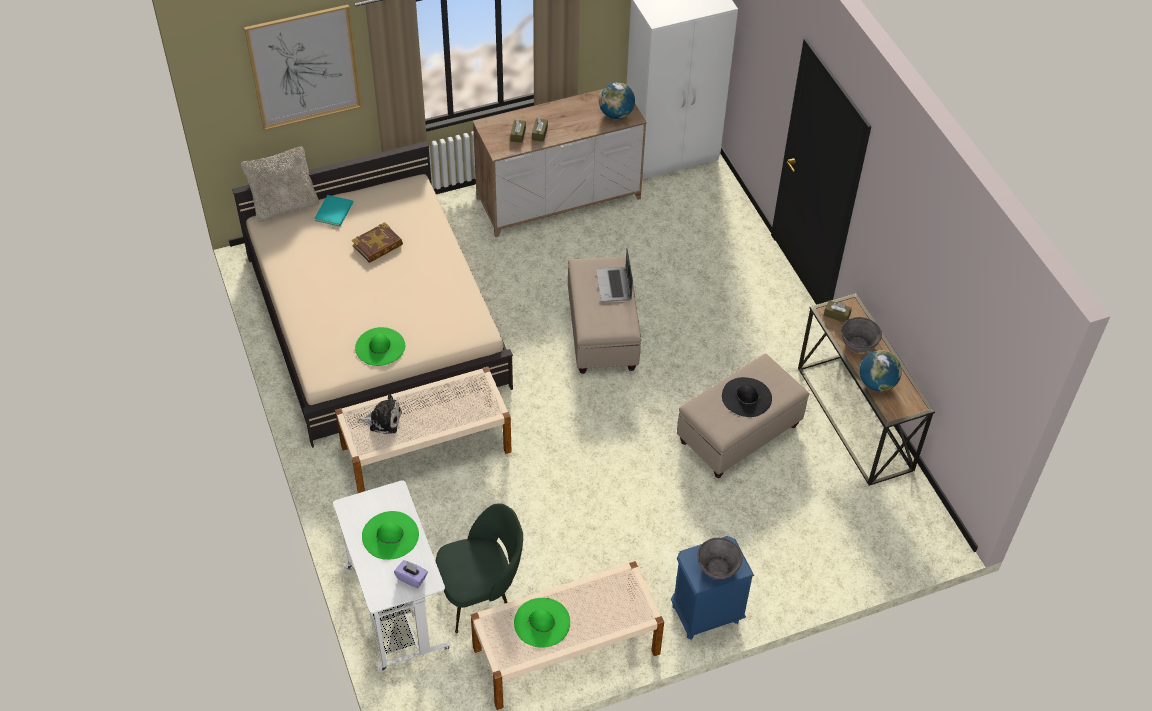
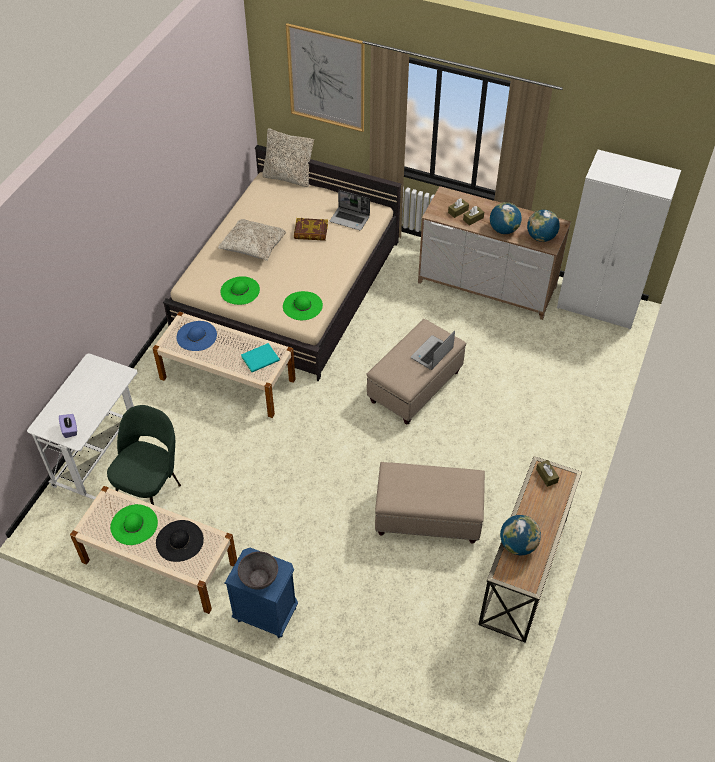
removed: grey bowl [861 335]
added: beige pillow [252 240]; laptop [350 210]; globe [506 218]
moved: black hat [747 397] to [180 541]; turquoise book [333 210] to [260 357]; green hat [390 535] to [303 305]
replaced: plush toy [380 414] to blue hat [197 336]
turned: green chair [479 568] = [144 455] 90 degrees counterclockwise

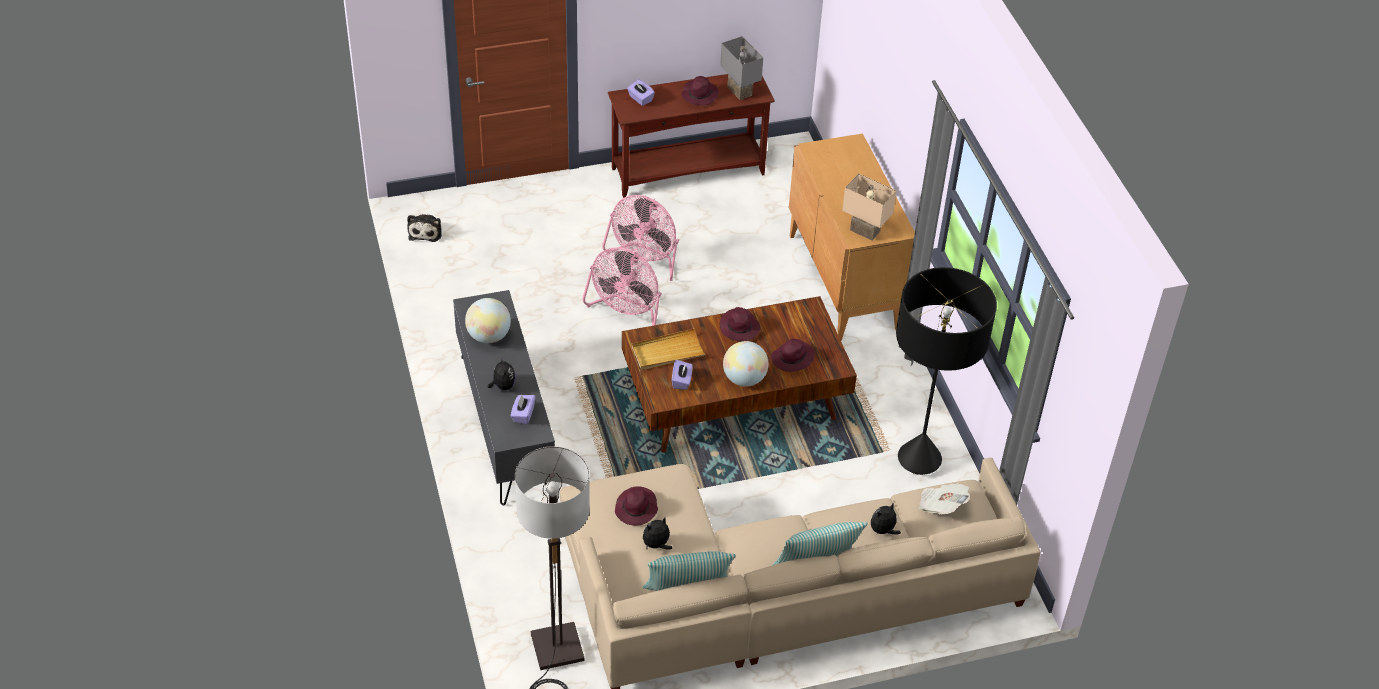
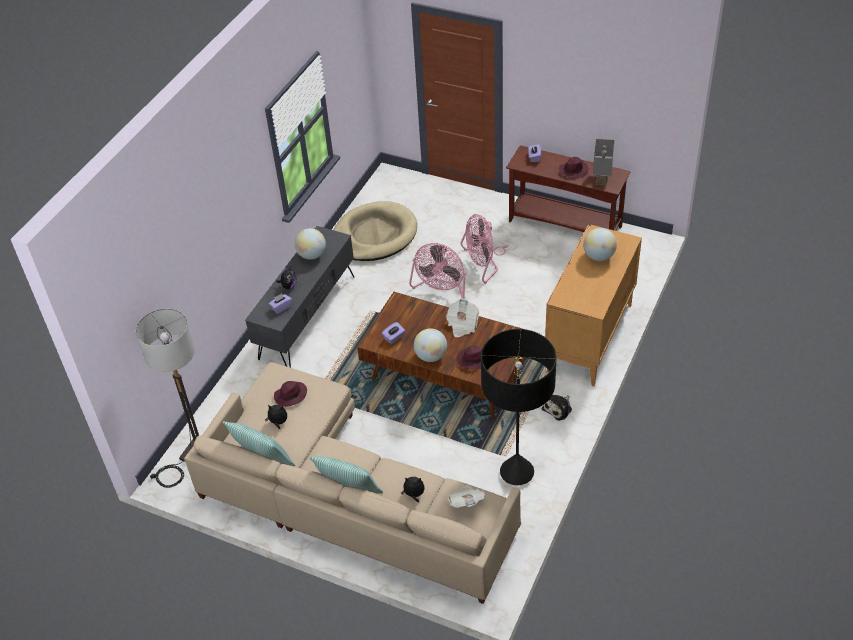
removed: beige tray [669 349]; beige table lamp [869 207]
added: beige dog bed [375 231]; globe [600 244]
moved: plush toy [424 228] to [556 408]
replaced: purple hat [740 324] to newspaper [462 317]
turned: pink fan [621 286] = [437 270] 45 degrees counterclockwise

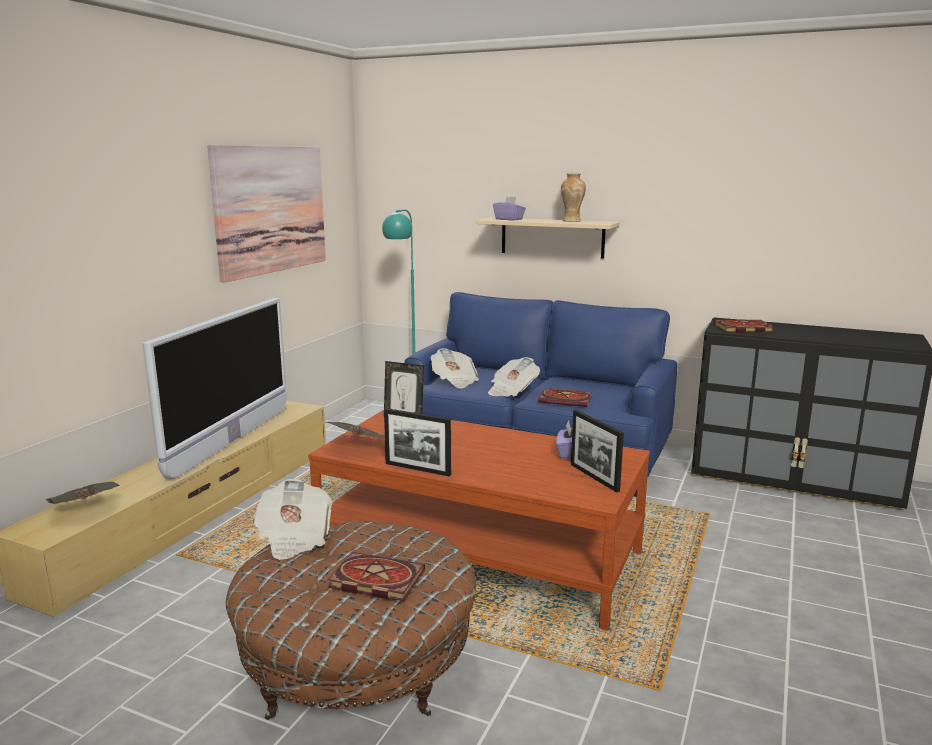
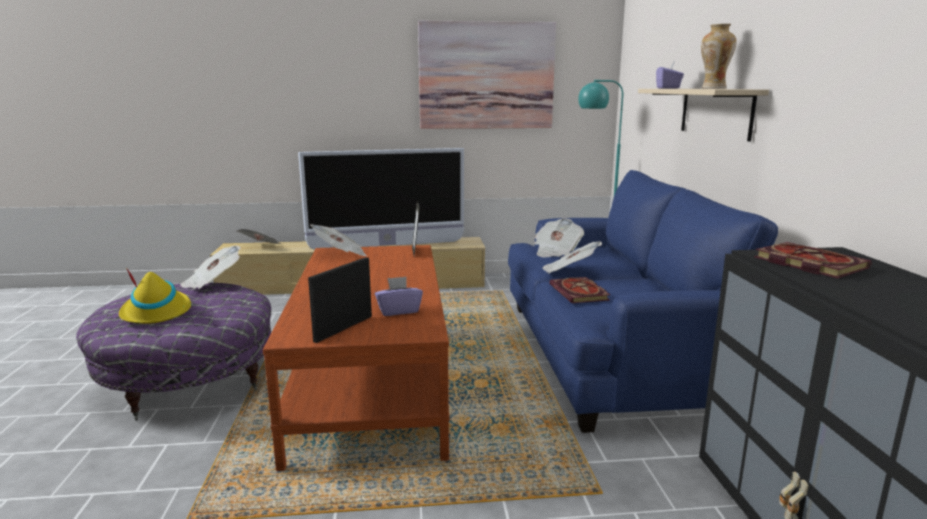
removed: picture frame [417 442]
replaced: book [376 576] to yellow hat [155 296]
recoloured: brown ottoman [351 620] to purple ottoman [173 352]

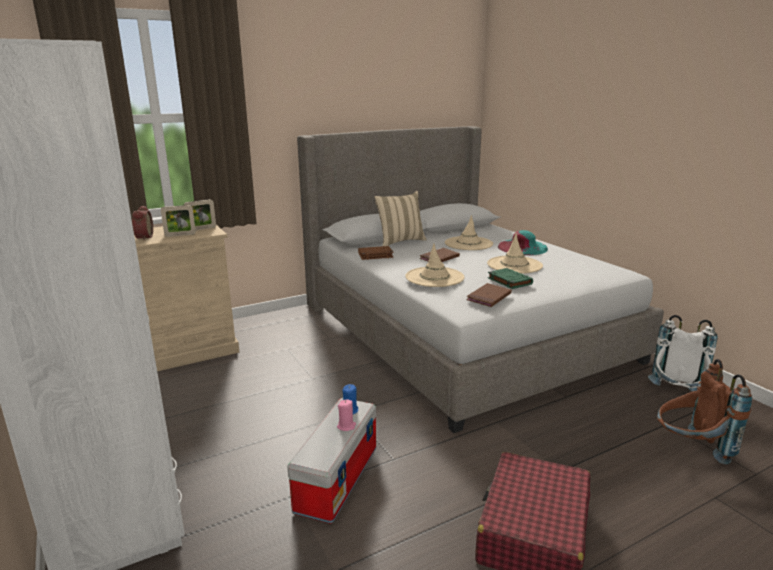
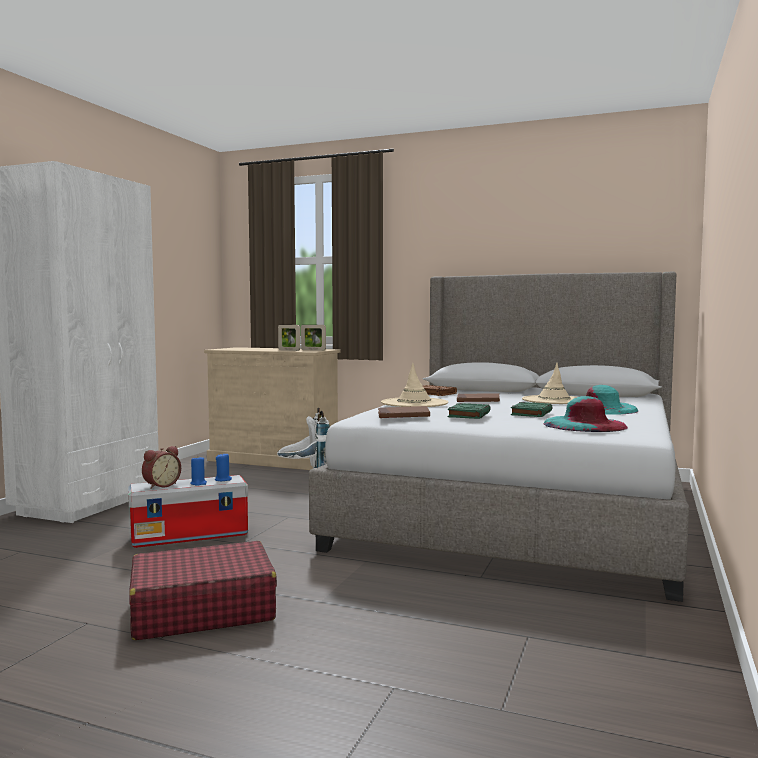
removed: beige pillow [400 218]; brown backpack [705 411]
added: turquoise hat [586 414]
moved: alarm clock [142 223] to [161 467]; white backpack [683 353] to [303 438]
replaced: beige hat [515 253] to green book [532 409]
recoloured: pink candle [346 415] to blue candle [198 471]

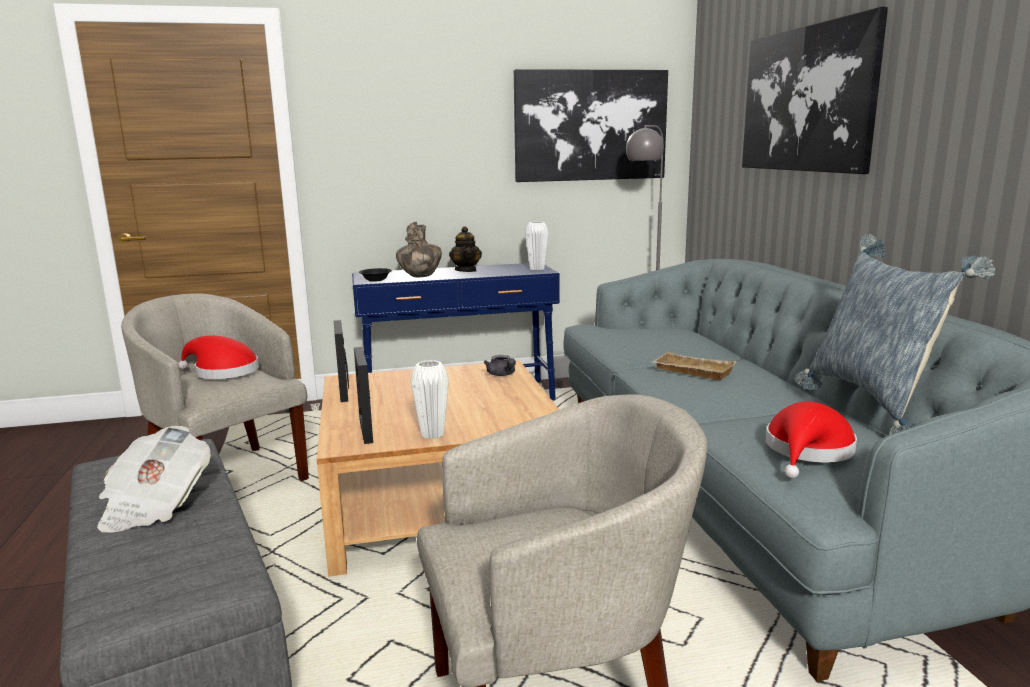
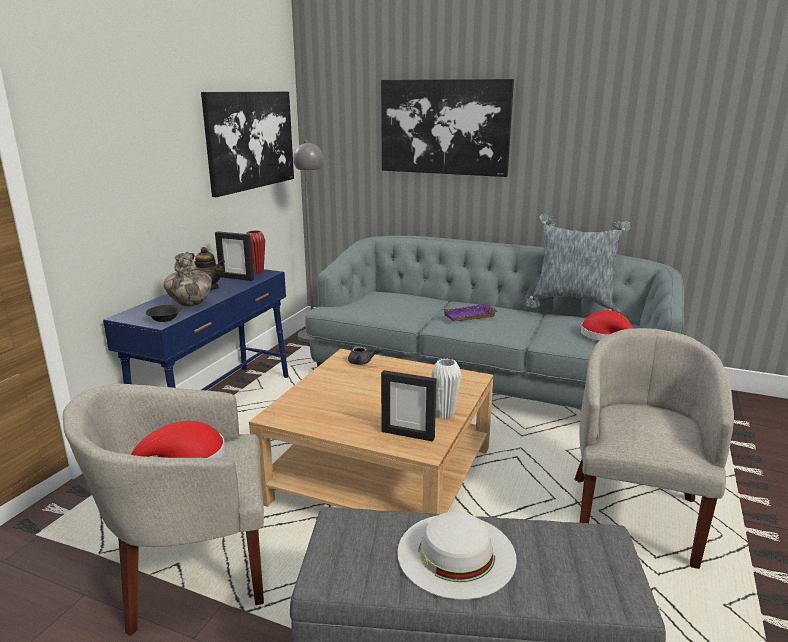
moved: picture frame [341 361] to [234 256]
replaced: newspaper [154 479] to white hat [457 556]
recoloured: white vase [537 246] to red vase [255 252]; beige tray [694 366] to purple tray [470 312]

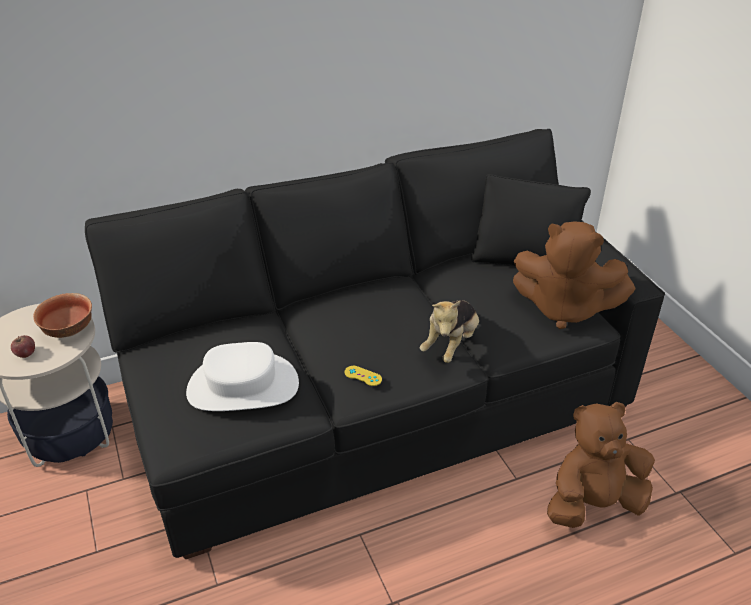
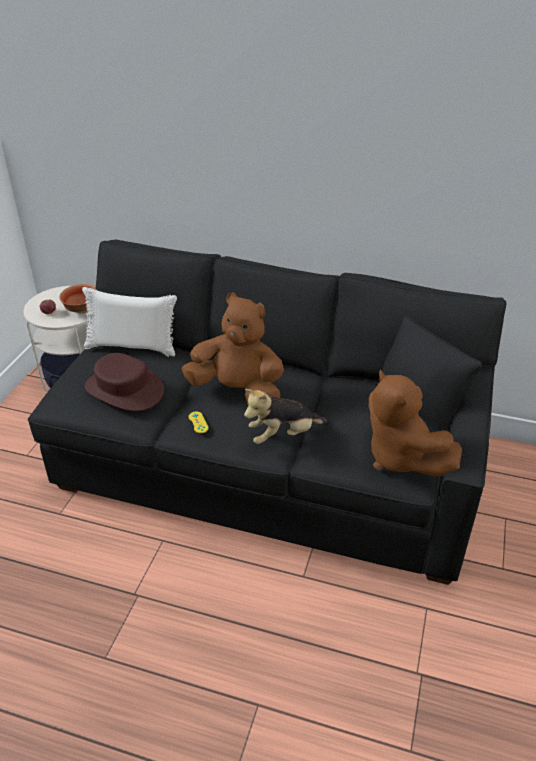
added: white pillow [129 322]
moved: brown plush toy [601 465] to [233 349]
recoloured: white hat [242 376] to brown hat [124 382]

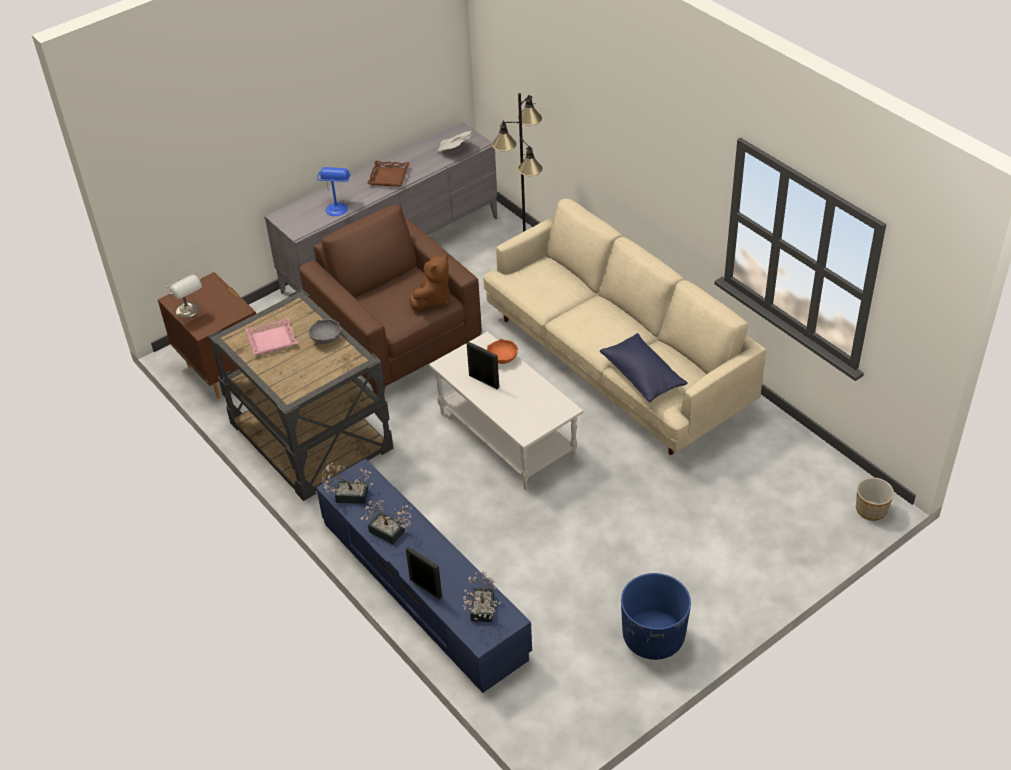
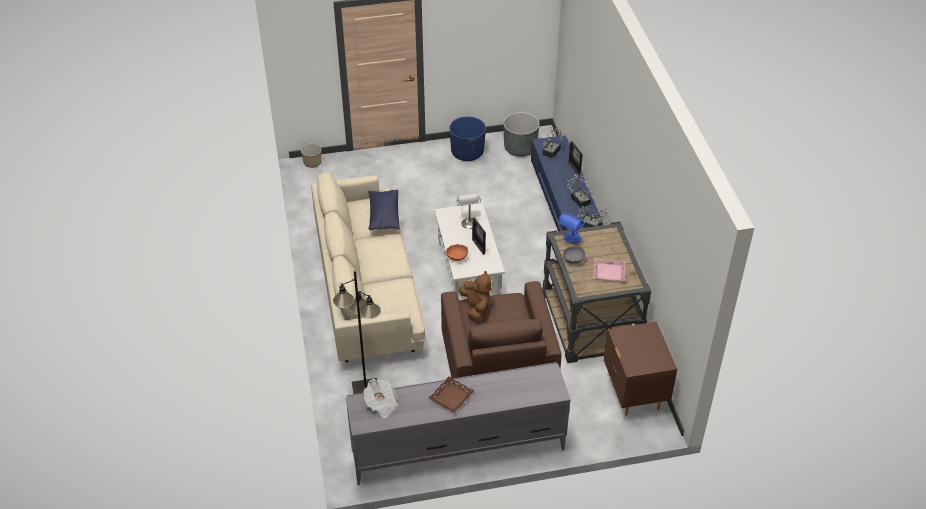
added: grey planter [521 134]
moved: white table lamp [183 295] to [468 211]; blue table lamp [334 191] to [572 228]
turned: brown plush toy [429 282] = [475 296] 105 degrees clockwise

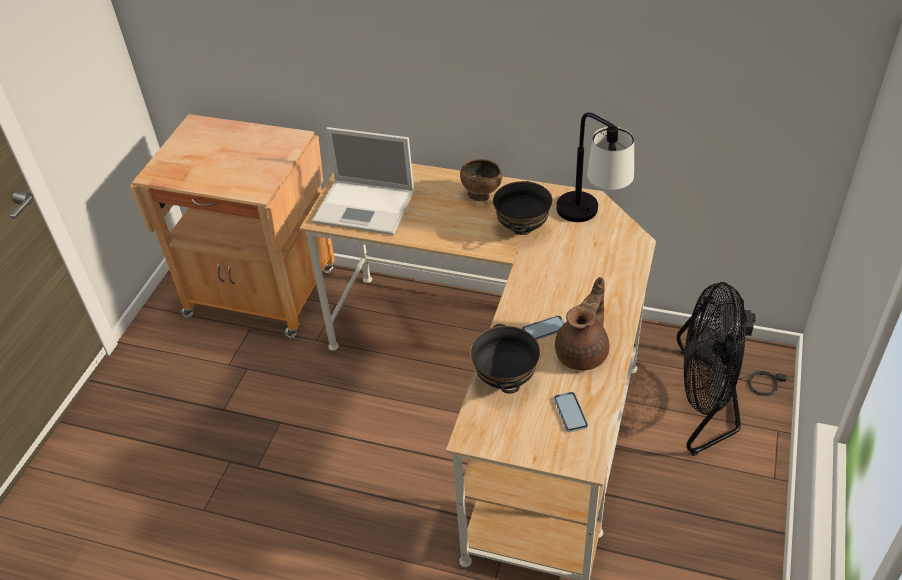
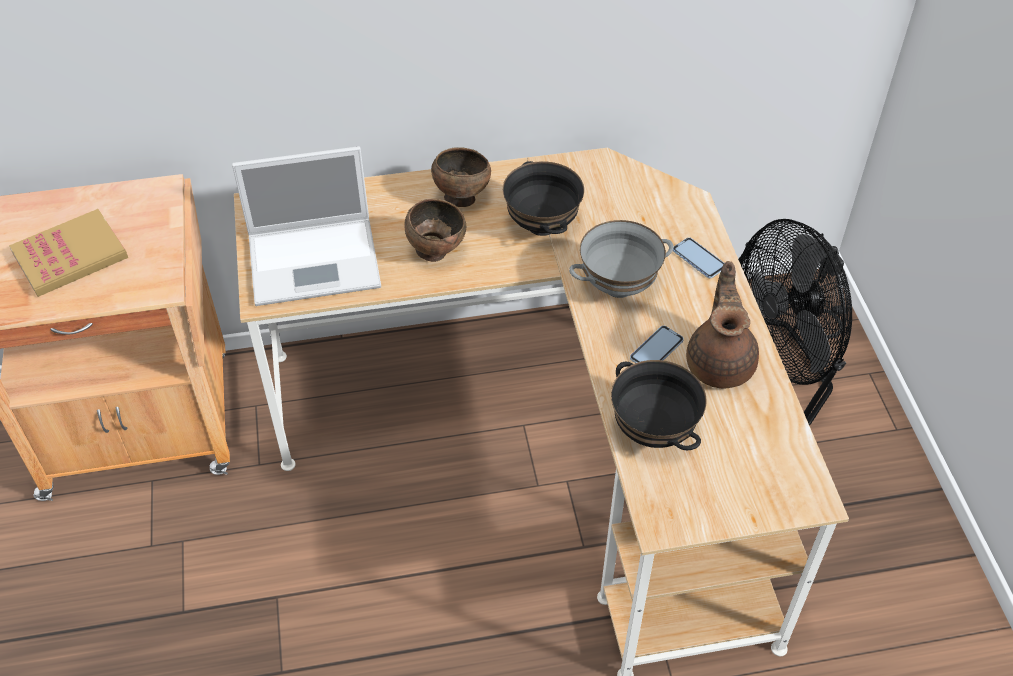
removed: table lamp [595 167]
added: book [68 253]; brown bowl [435 230]; grey bowl [621 259]
moved: phone [571 412] to [698 257]

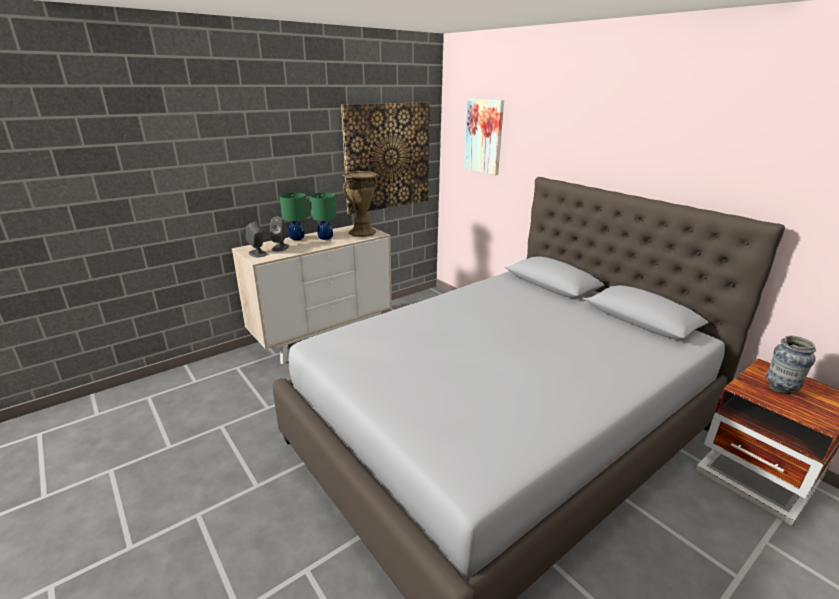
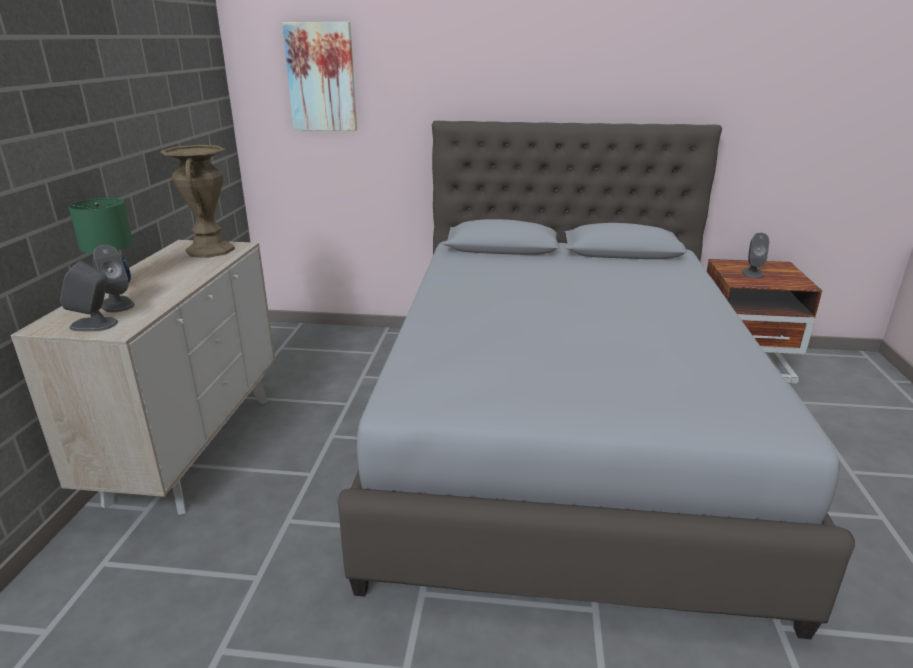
removed: green table lamp [323 216]; picture [385 158]
replaced: vase [791 365] to grey speaker [755 255]

